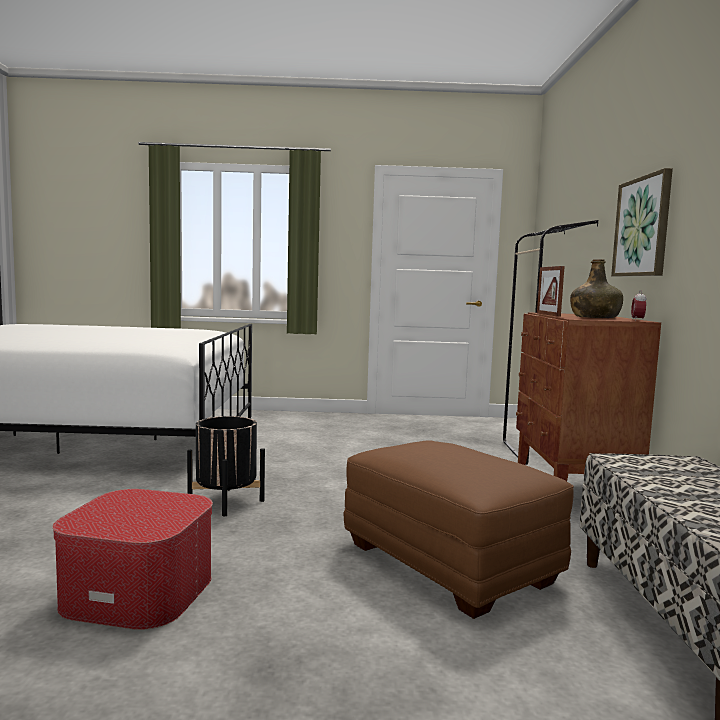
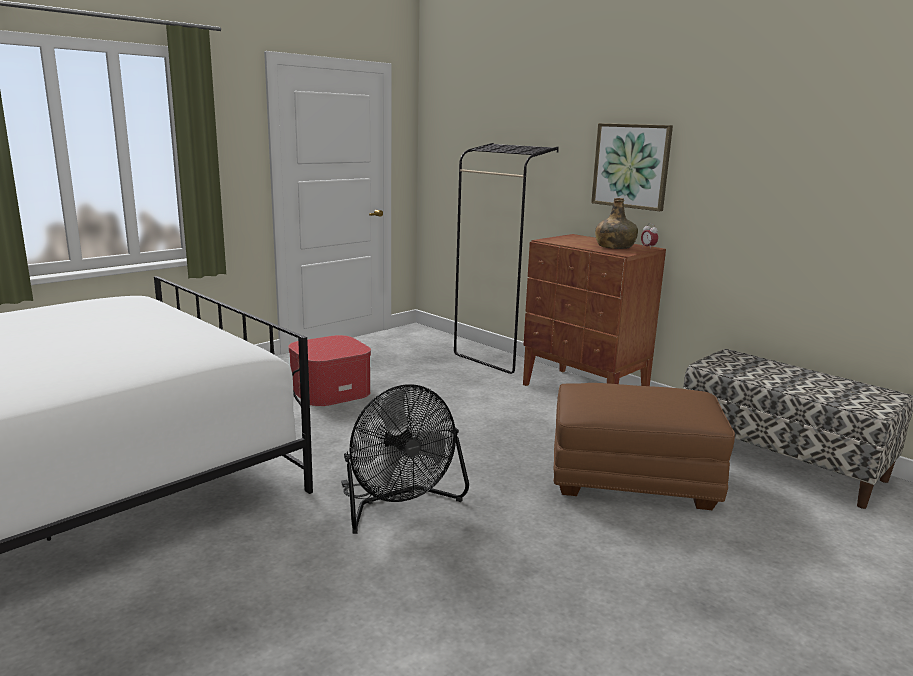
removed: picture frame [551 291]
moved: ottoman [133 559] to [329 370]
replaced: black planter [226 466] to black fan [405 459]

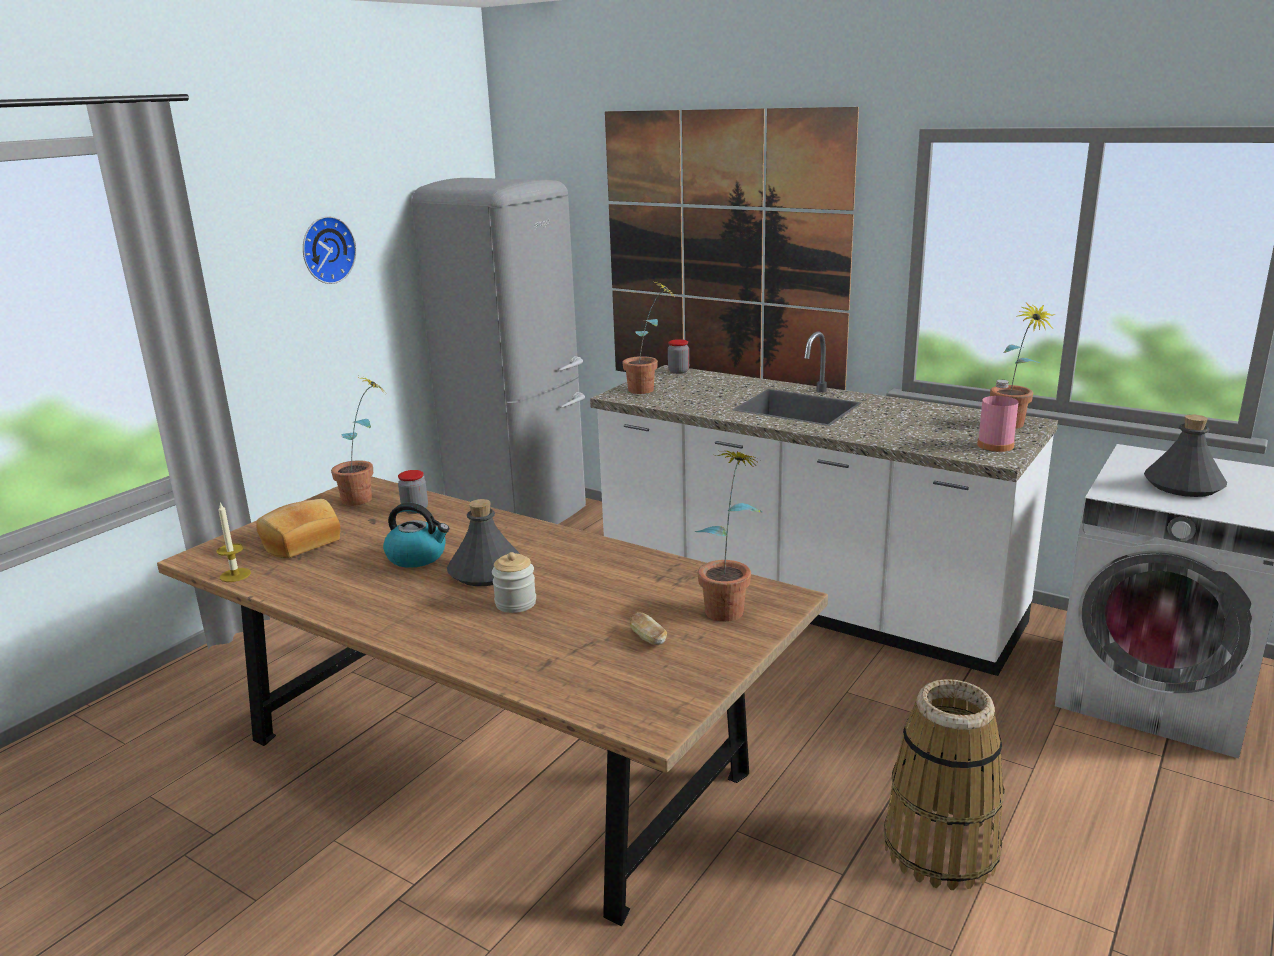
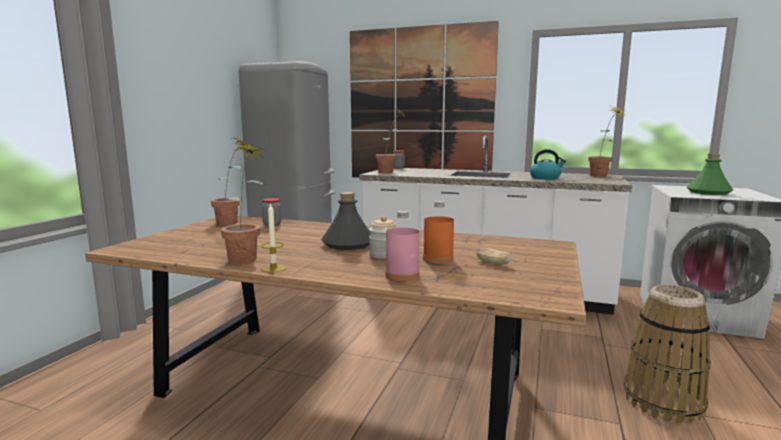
removed: bread [298 528]; wall clock [329 250]
added: orange bottle [438 232]
moved: potted plant [728 536] to [243 202]; candle [234 542] to [274 237]; pink bottle [997 416] to [403 246]; kettle [416 535] to [548 164]
recoloured: grey bottle [1185 455] to green bottle [709 174]

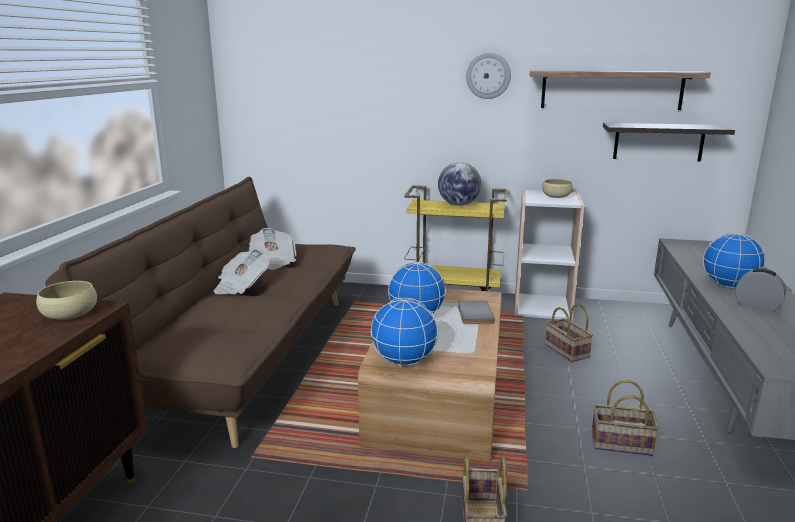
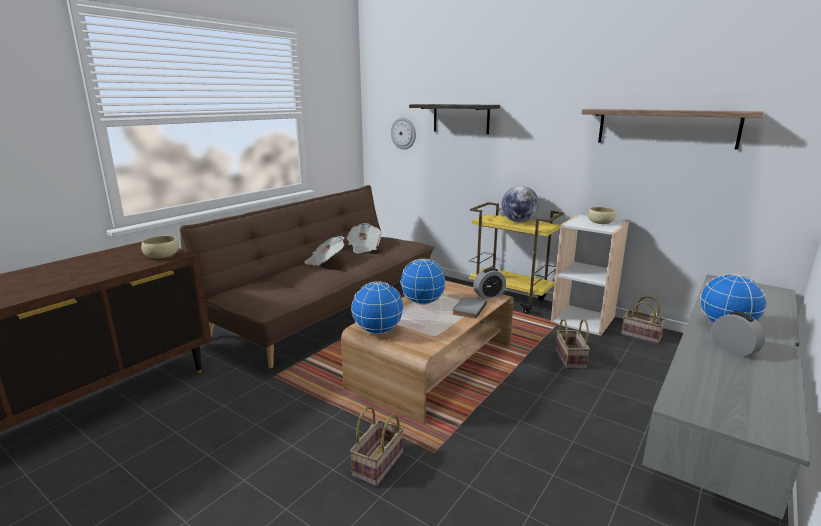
added: alarm clock [489 283]
moved: wall clock [488 76] to [403 133]; shelf [669 142] to [454 119]; basket [625 418] to [643 320]

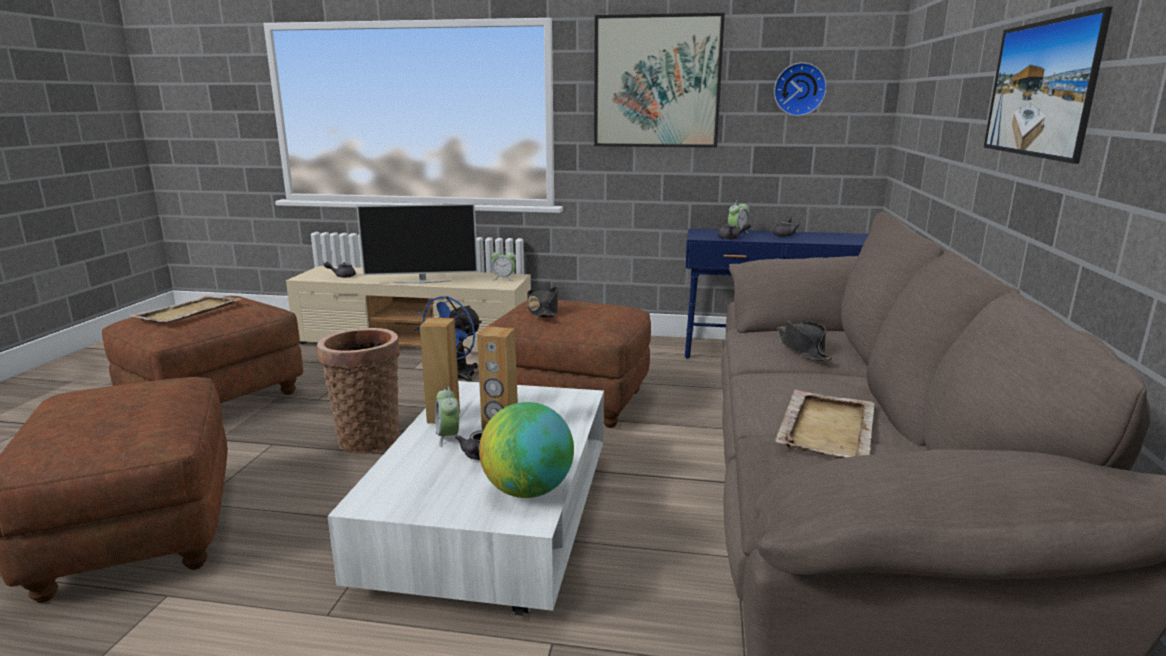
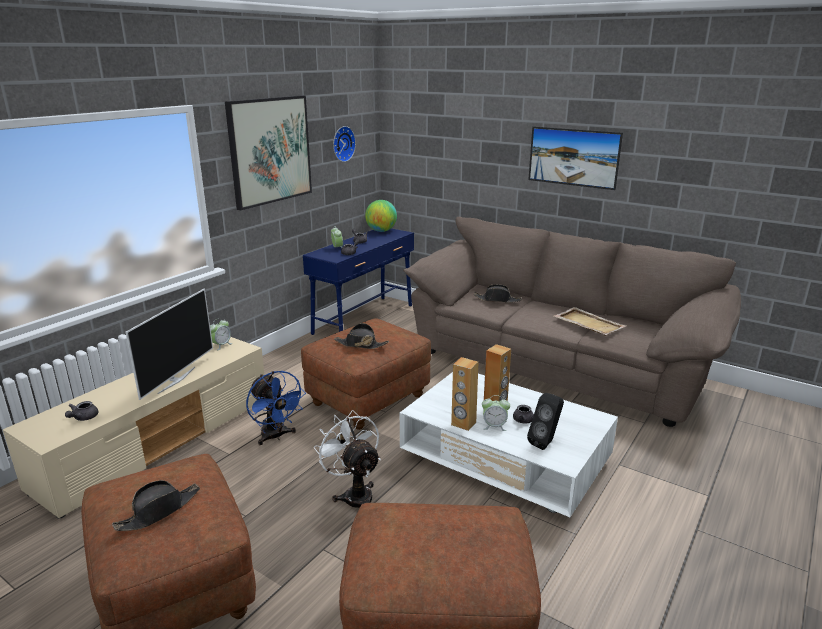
added: black speaker [545 421]
moved: globe [526 450] to [381 216]
replaced: beige tray [185 309] to black hat [156 505]; basket [358 391] to white fan [347 459]

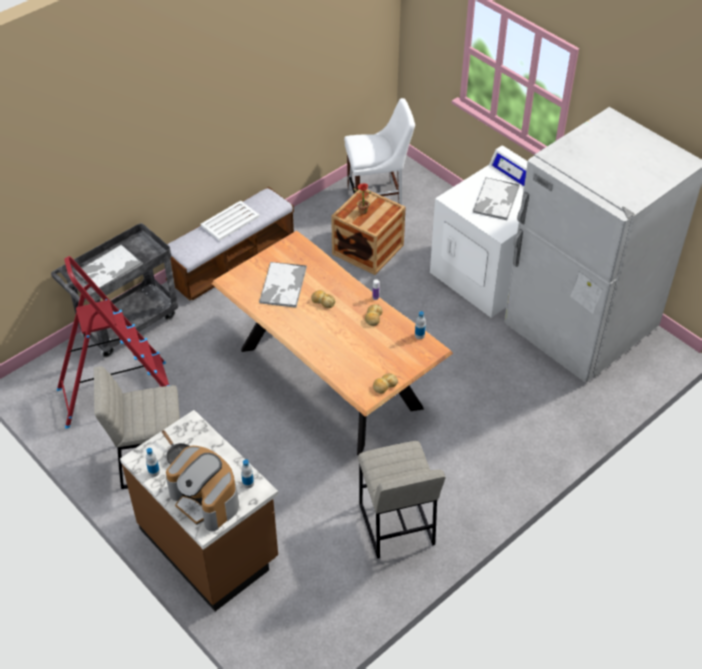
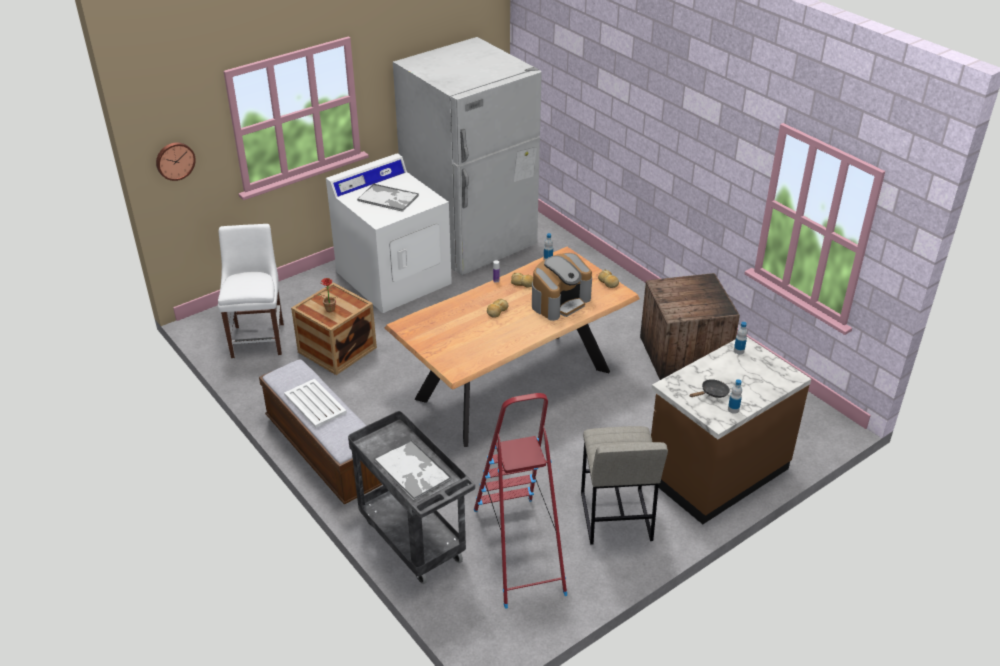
removed: tray [283 285]
added: wall clock [176 161]
moved: coffee machine [202 488] to [562 287]
replaced: grey chair [401 500] to crate [690 326]

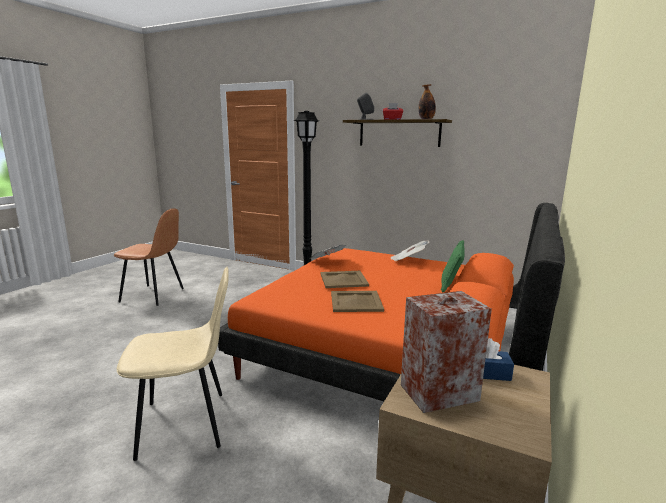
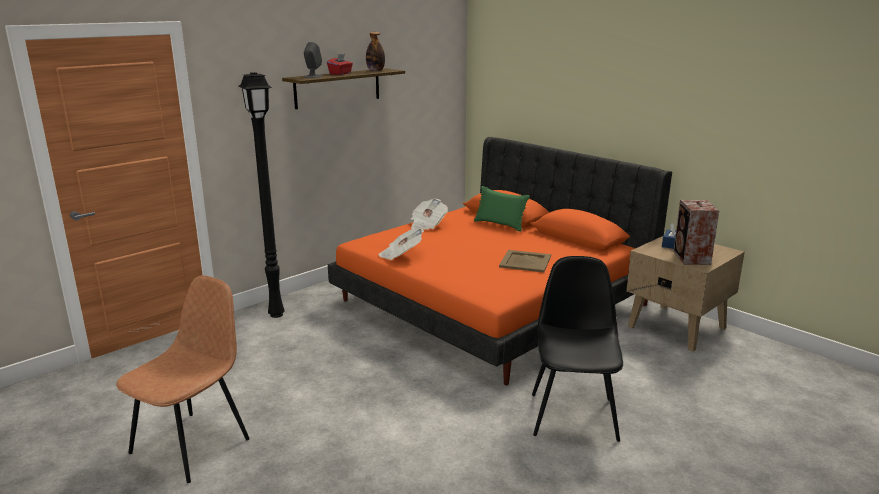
removed: beige tray [344 279]
recoloured: beige chair [173 364] to black chair [577 349]

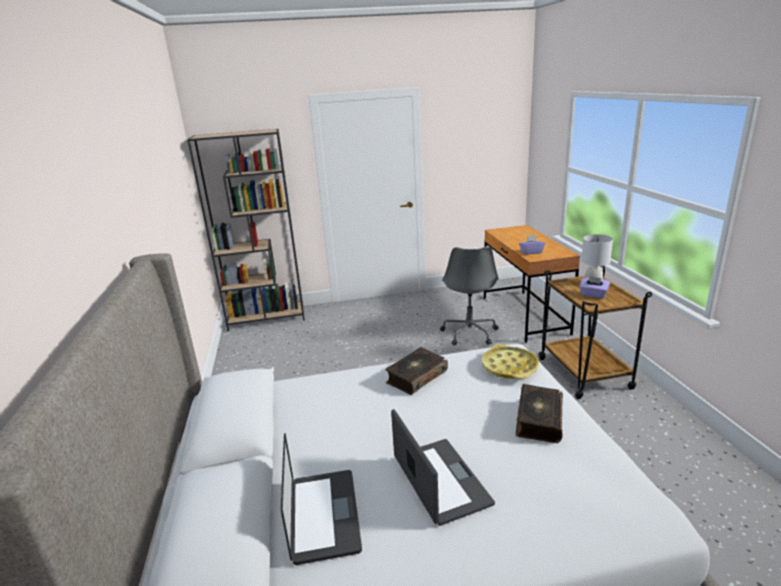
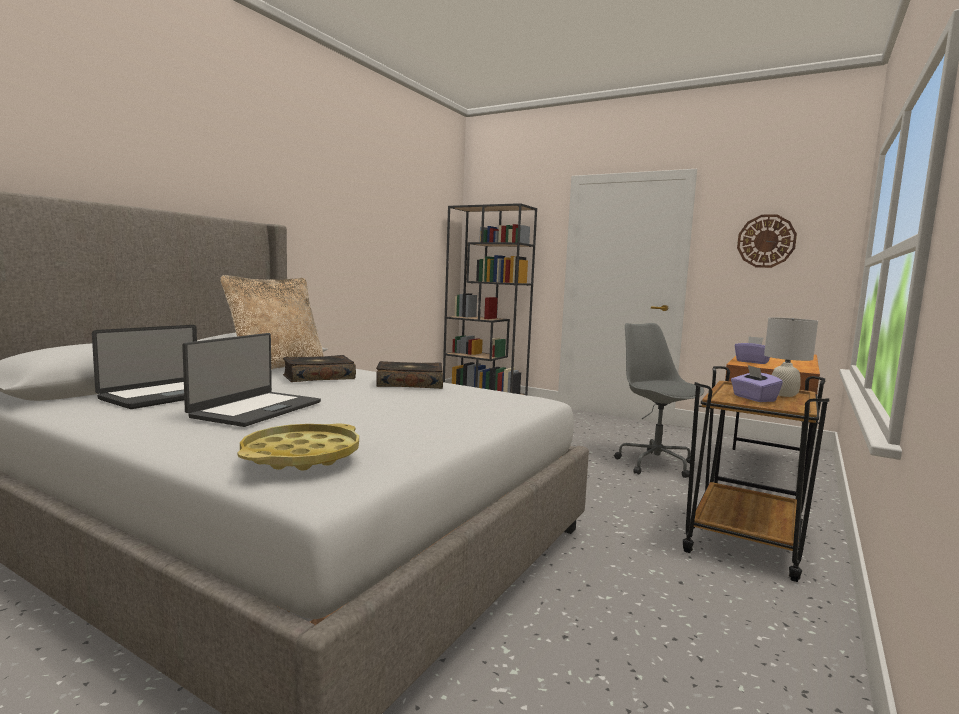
added: beige pillow [271 322]; wall clock [767 241]
moved: yellow tray [510 361] to [298 447]; book [539 413] to [319 368]
turned: grey office chair [469 295] = [659 400] 105 degrees clockwise

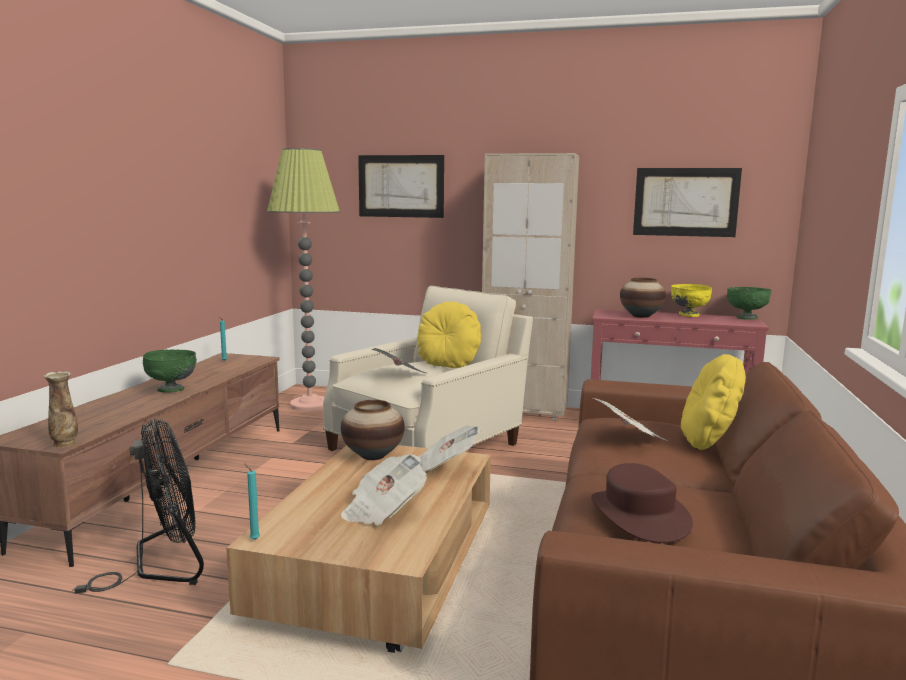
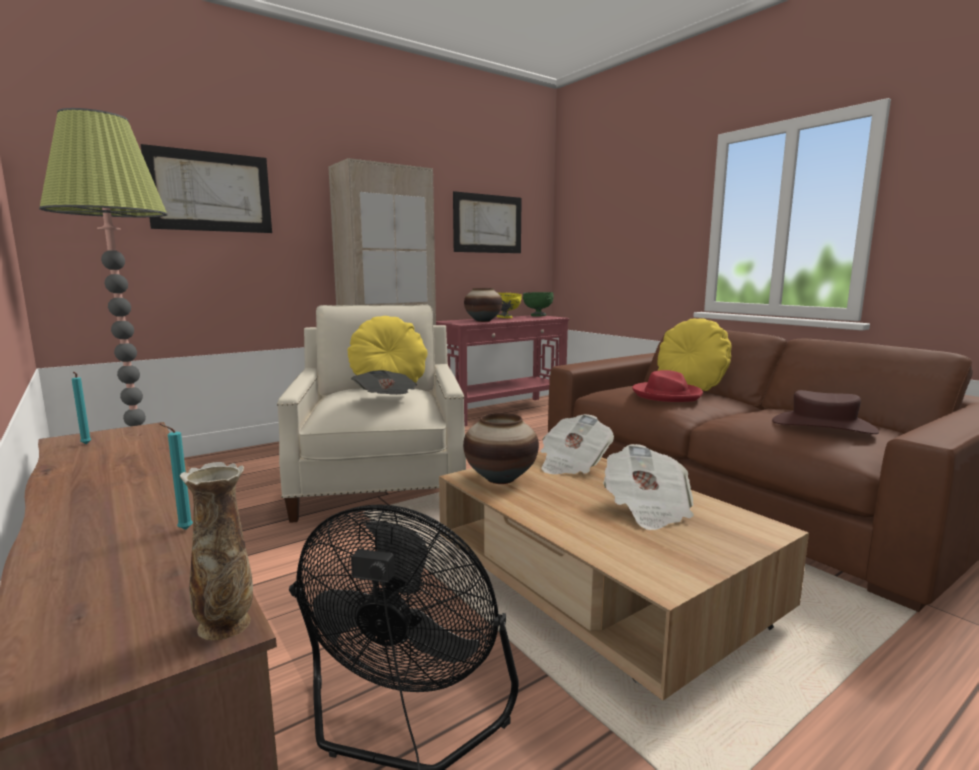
removed: green bowl [170 371]
moved: turquoise candle [252 501] to [176 476]
replaced: newspaper [631 419] to red hat [667 386]

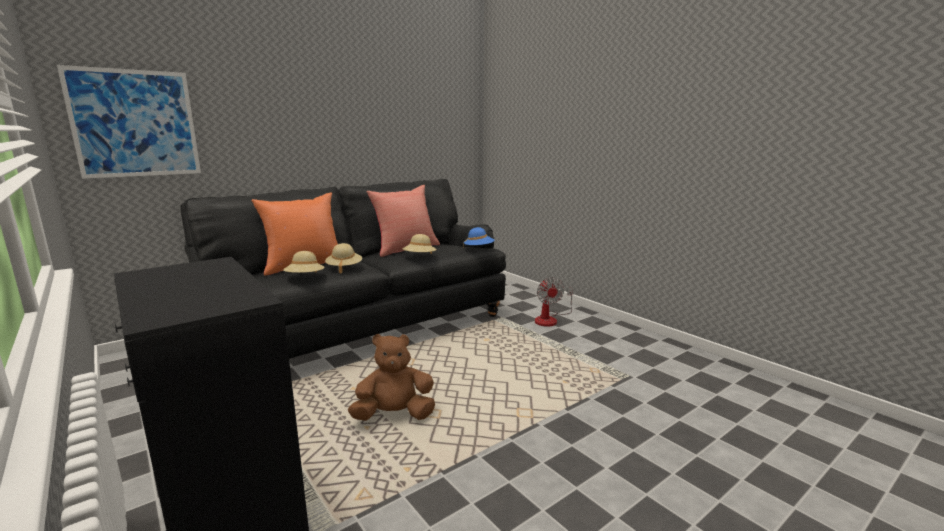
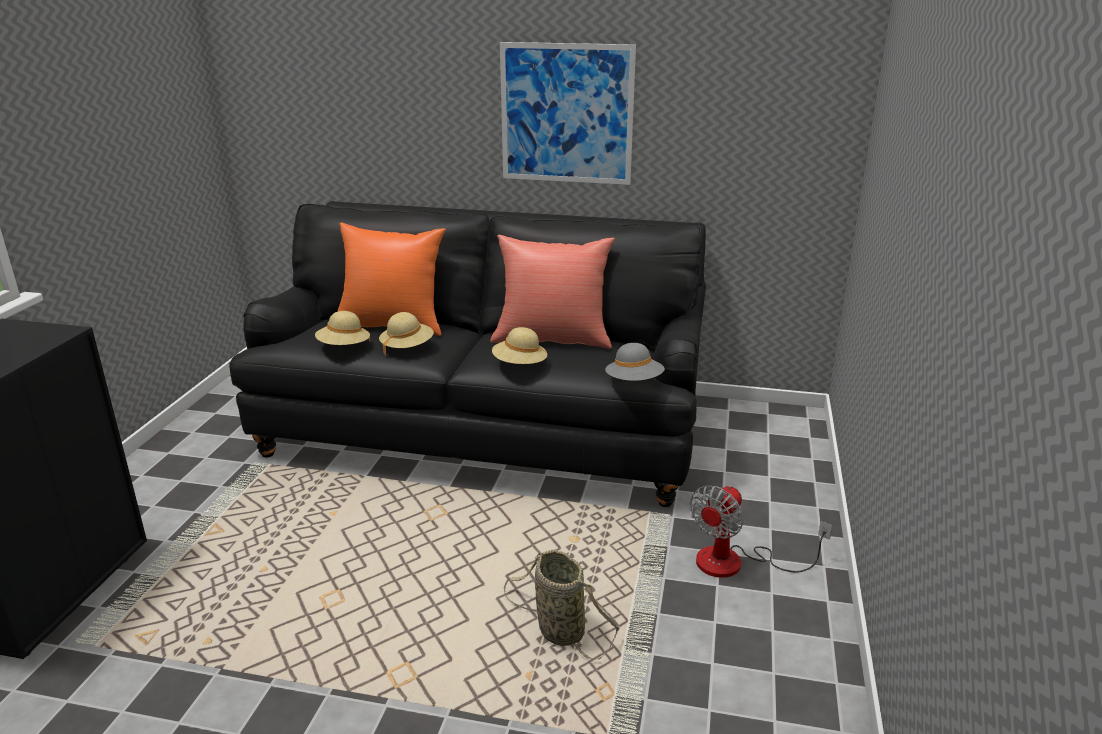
removed: brown plush toy [391 377]
added: basket [562 605]
moved: picture [129 122] to [568 113]
recoloured: blue hat [478 238] to grey hat [635 362]

